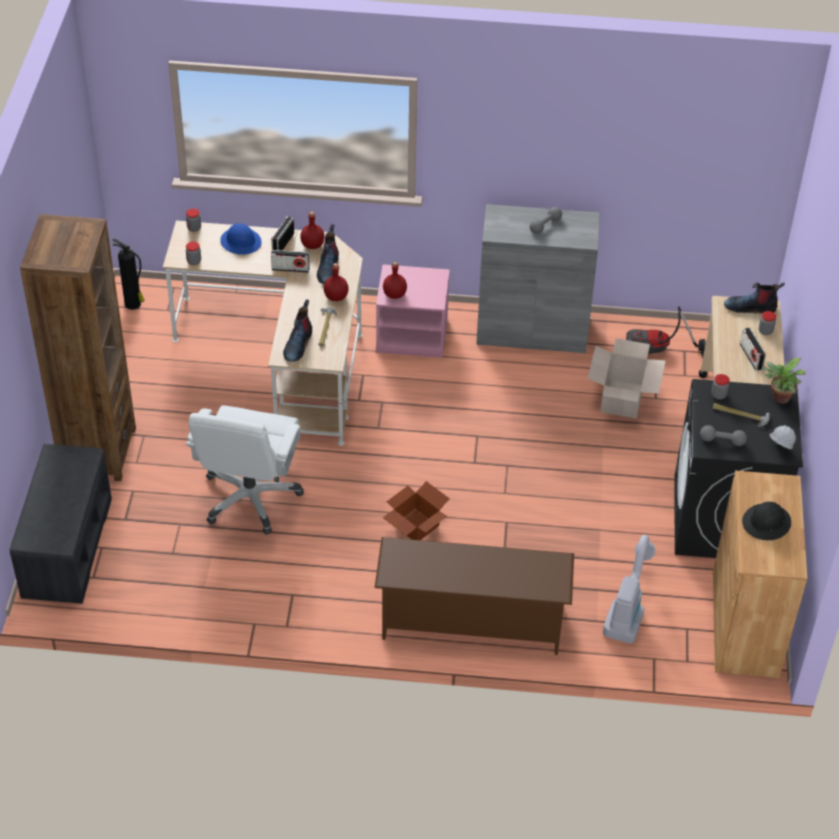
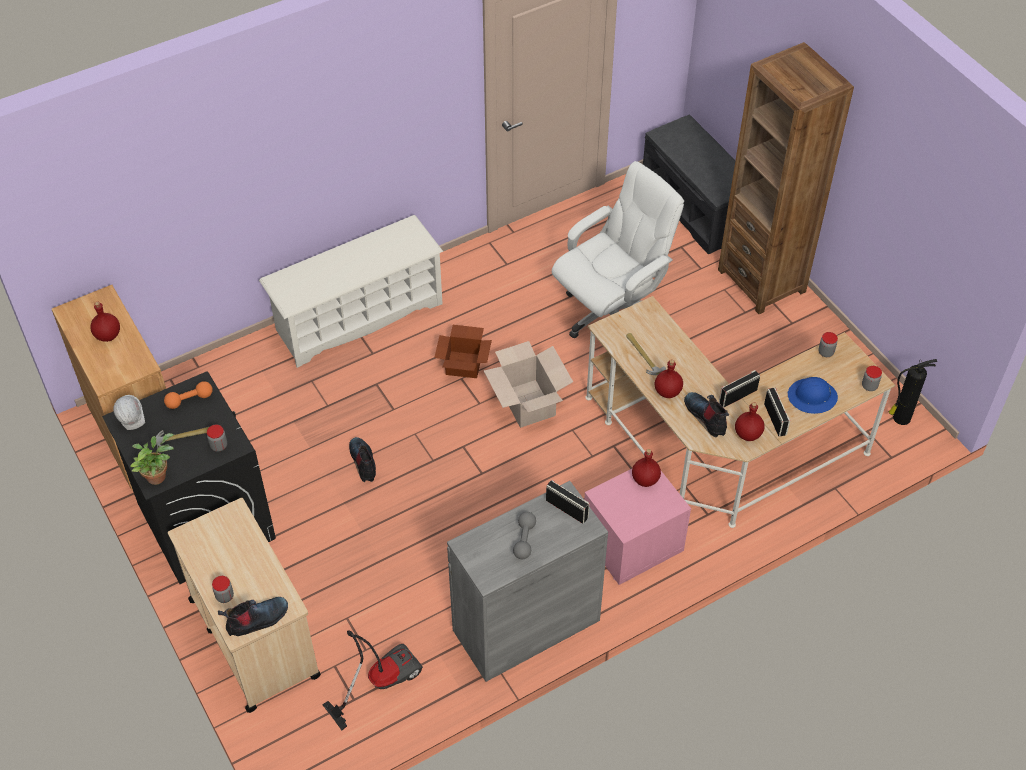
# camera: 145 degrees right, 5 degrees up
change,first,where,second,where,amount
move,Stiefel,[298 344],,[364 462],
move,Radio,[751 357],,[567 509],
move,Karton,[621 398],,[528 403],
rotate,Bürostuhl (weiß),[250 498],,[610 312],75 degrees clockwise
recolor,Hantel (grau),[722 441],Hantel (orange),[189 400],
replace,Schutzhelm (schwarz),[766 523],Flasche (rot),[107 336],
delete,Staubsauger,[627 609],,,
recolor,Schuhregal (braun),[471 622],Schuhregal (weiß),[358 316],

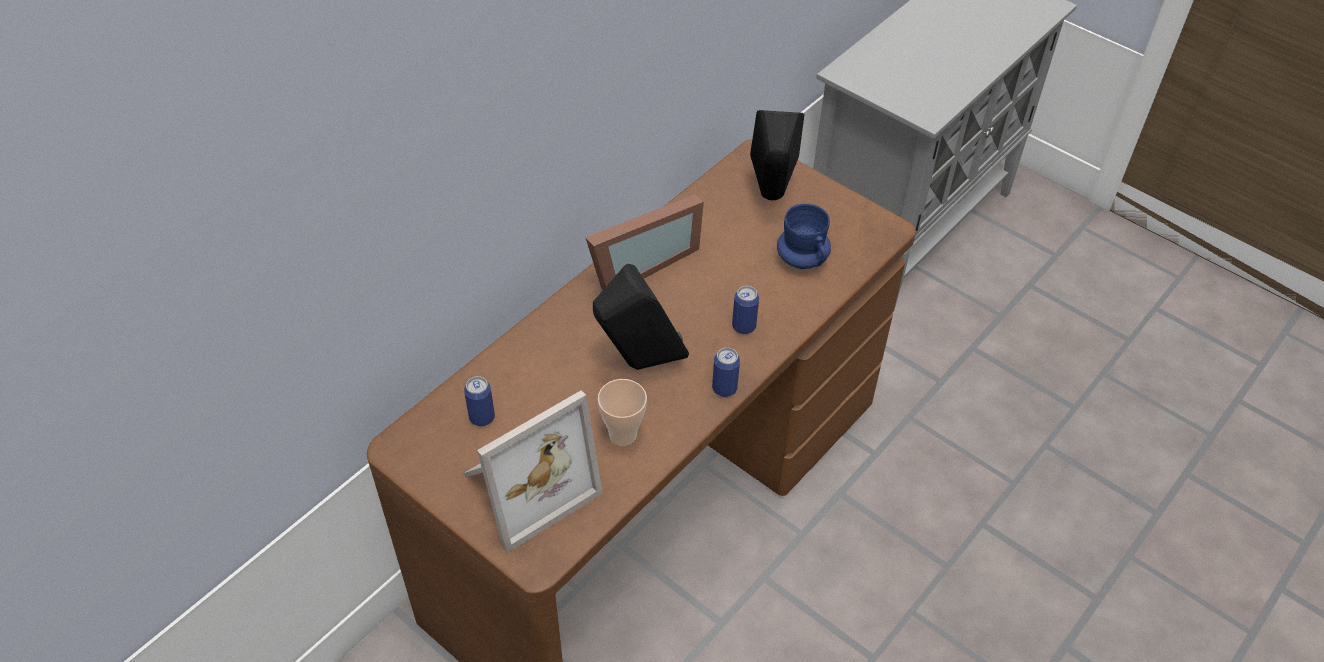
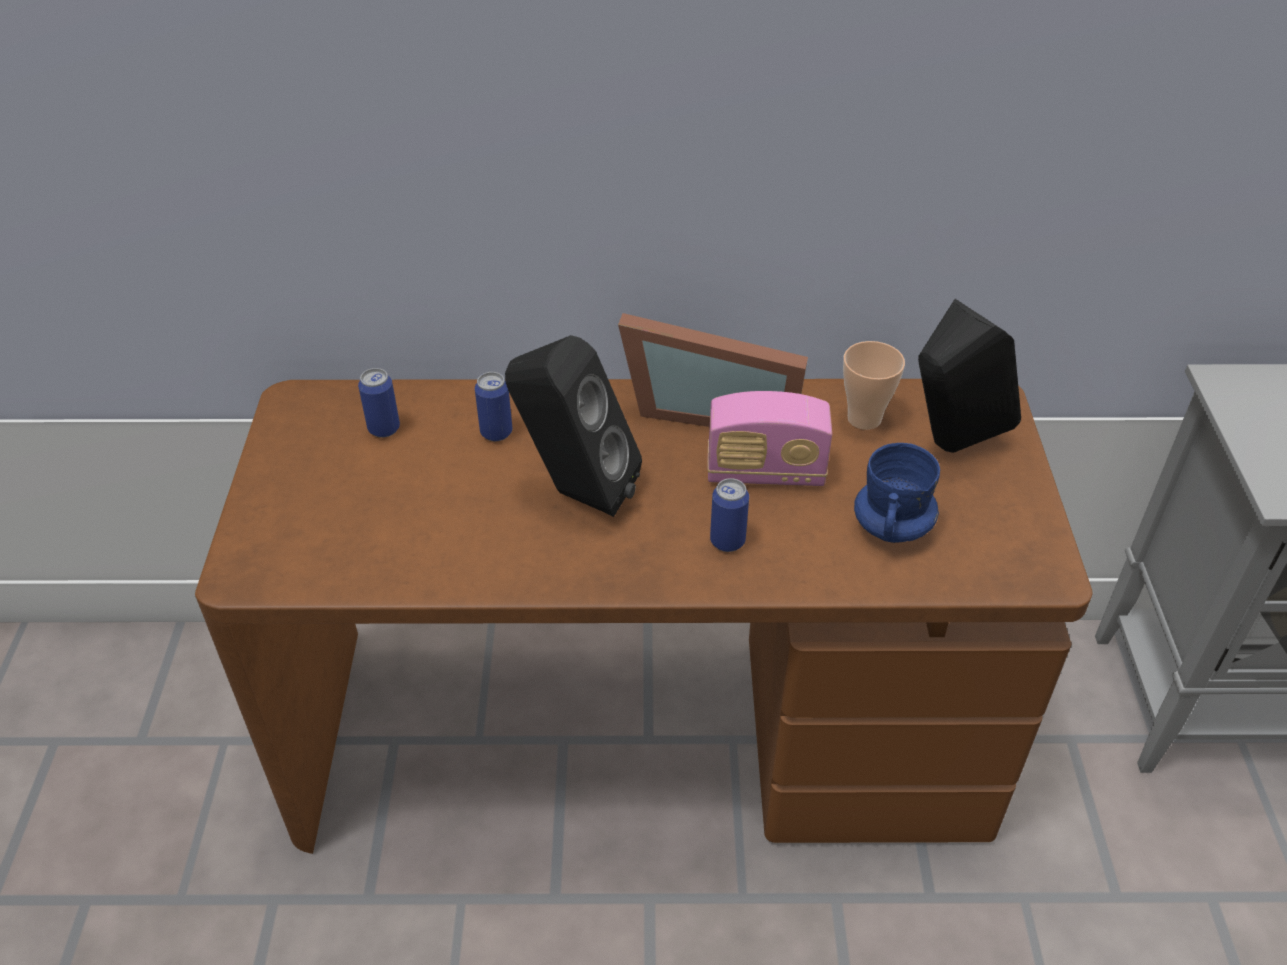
# camera: 50 degrees right, 5 degrees down
change,first,where,second,where,amount
move,Dose,[724 388],,[496 432],
move,Tasse,[623 435],,[864 418],
delete,Bilderrahmen,[525 485],,,
insert,,,Radio,[765 472],

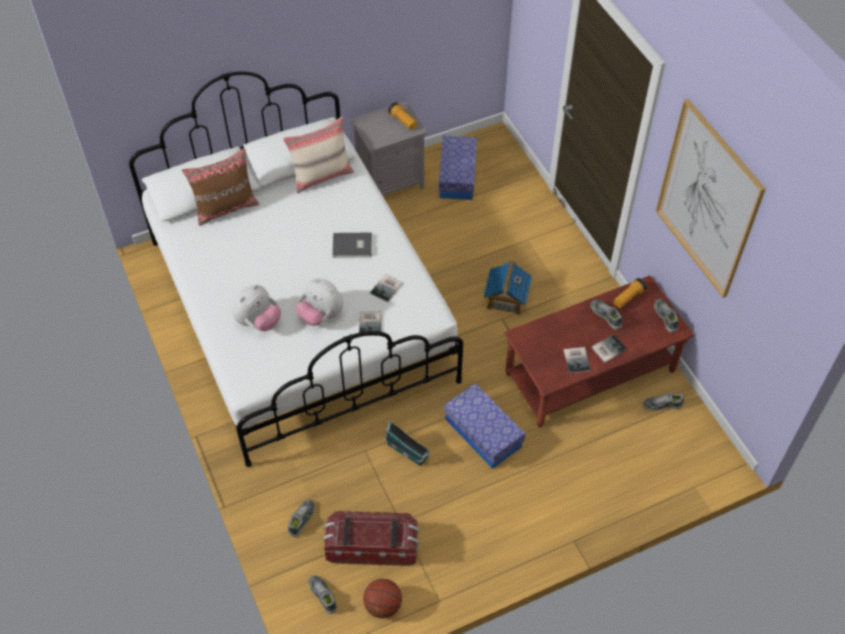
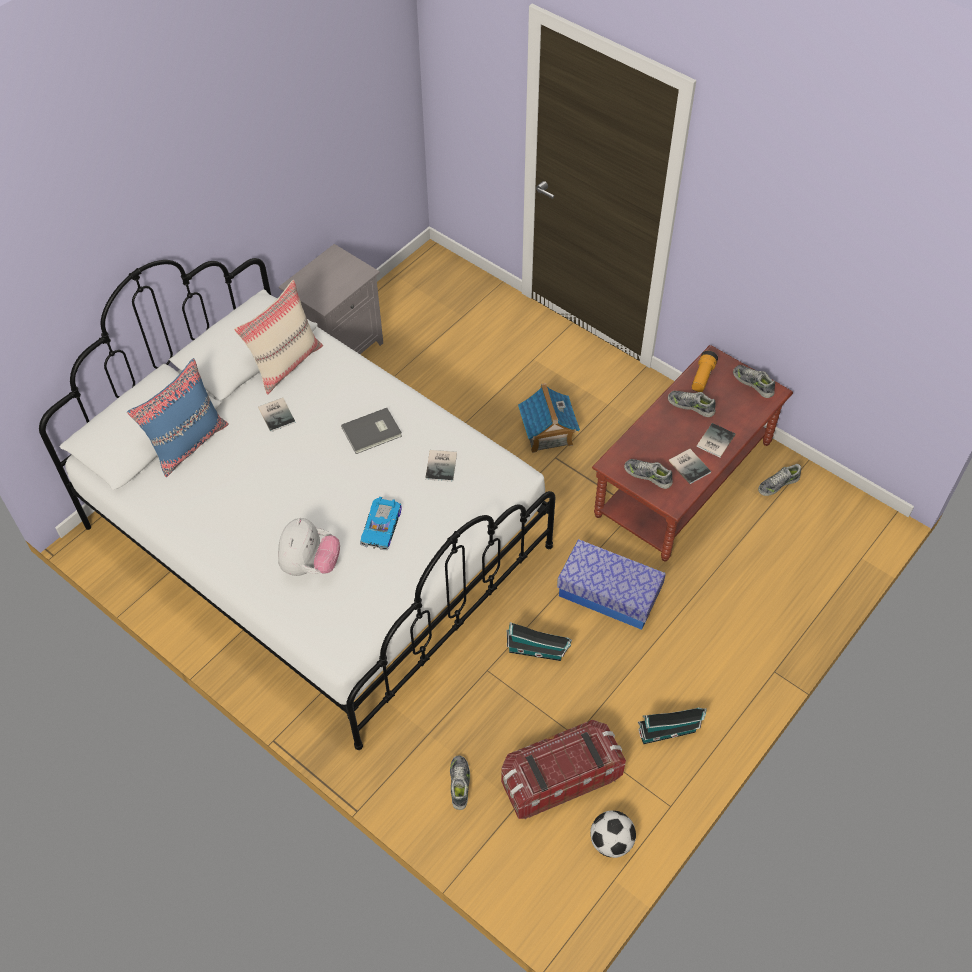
# camera: 25 degrees left, 0 degrees up
change,first,where,second,where,amount
delete,Bild,[707 200],,,
delete,Taschenlampe,[403 121],,,
delete,Aufbewahrungsbox,[457 176],,,
recolor,Kissen (braun),[226 208],Kissen (blau),[188 443],
replace,Plüschtier,[321 315],Spielzeugauto,[382 527],
move,Buch,[371 323],,[277 414],
move,Schuh,[323 595],,[648 475],
replace,Basketball,[383 605],Fußball,[611 841],
insert,,,Spielzeughaus,[669 731],

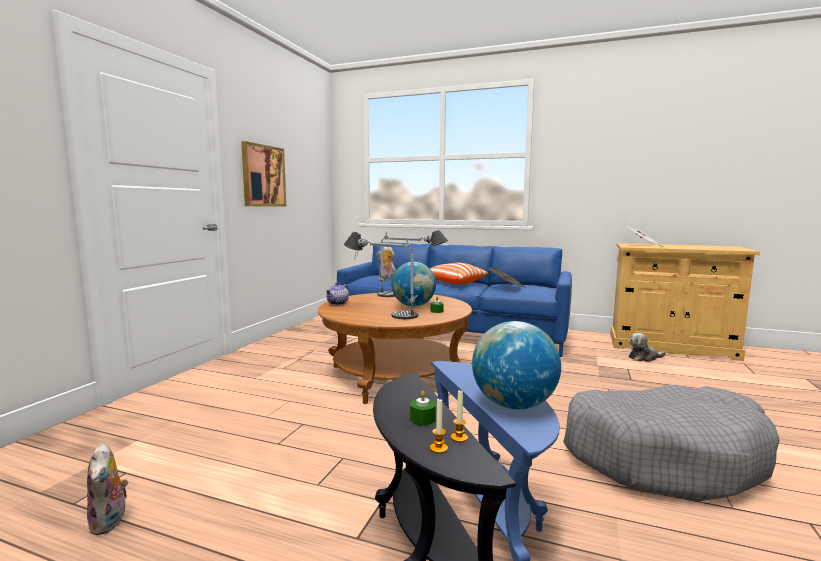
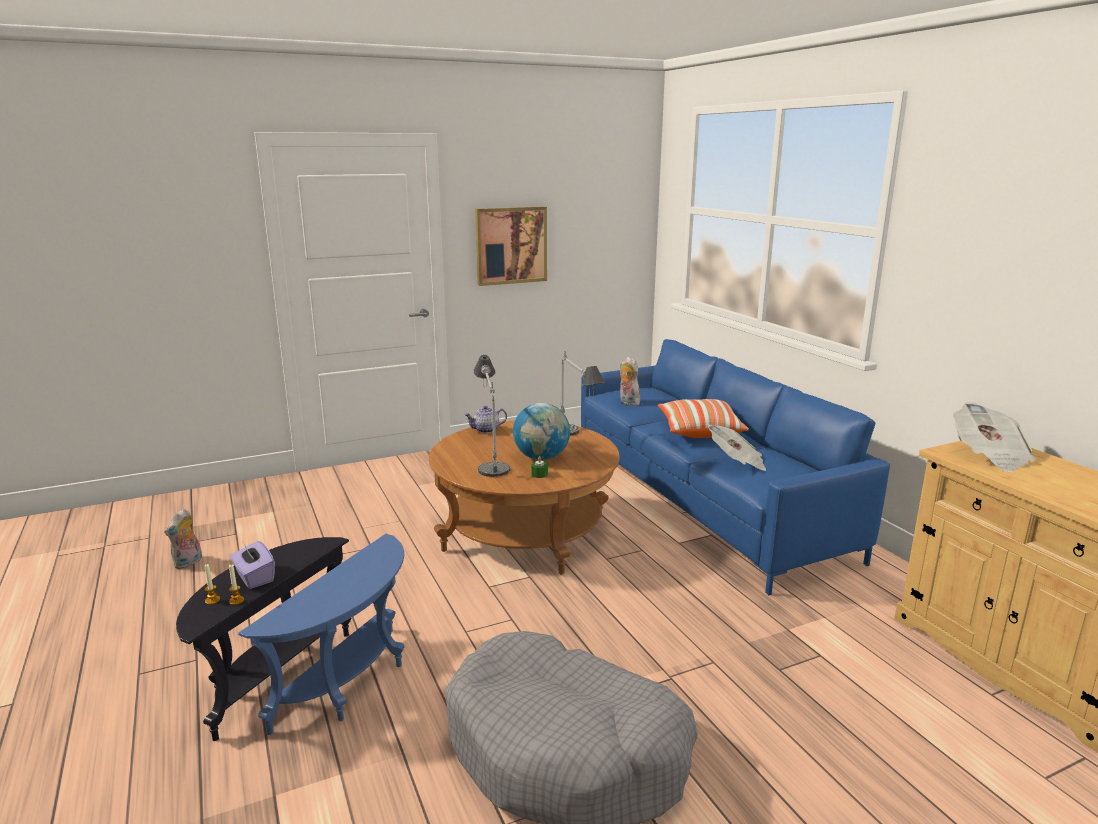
# camera: 45 degrees right, 10 degrees up
change,first,where,second,where,amount
delete,Globus,[513 405],,,
delete,Plüschtier,[644 358],,,
replace,Kerze (grün),[422 419],Taschentuchbox (lila),[254 577],

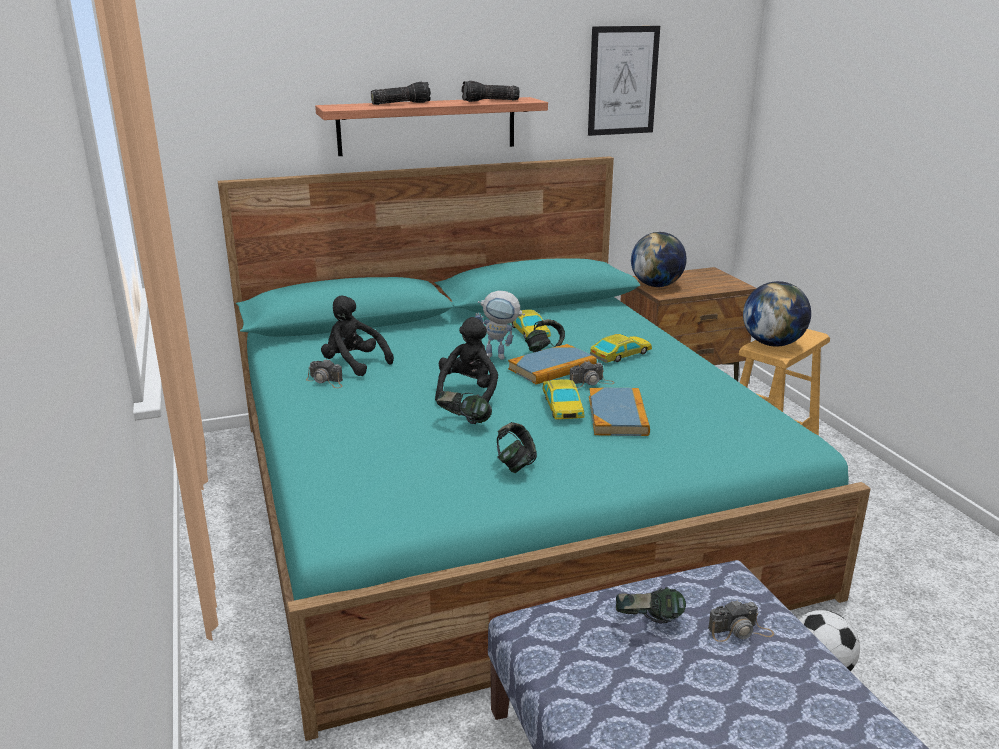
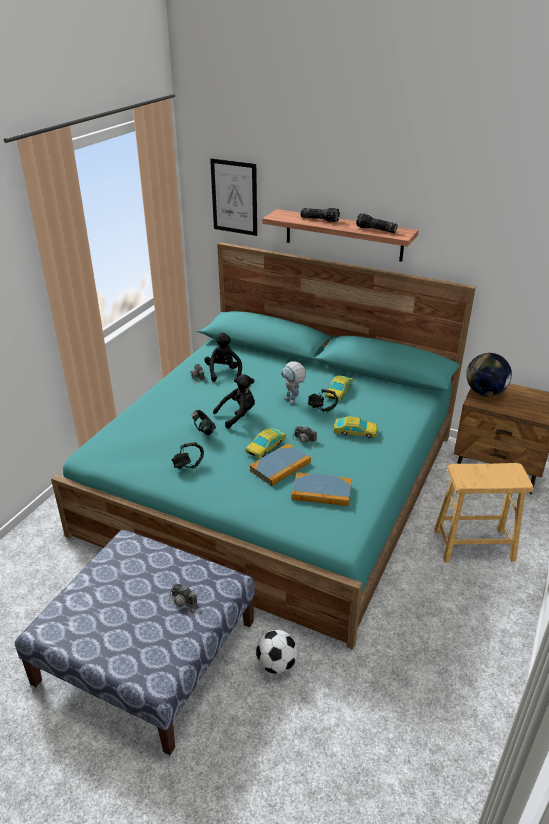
# camera: 45 degrees right, 10 degrees up
change,first,where,second,where,amount
move,Bild,[623 81],,[234 197],
delete,Globus,[772 344],,,
move,Buch,[552 368],,[321 492],
delete,Kopfhörer,[648 623],,,

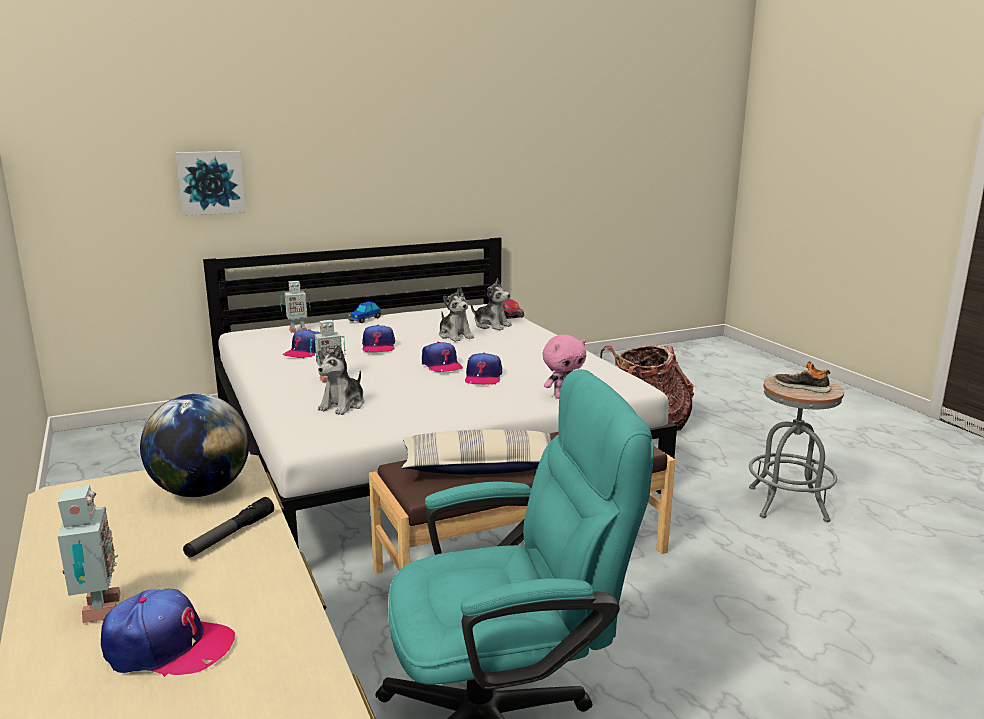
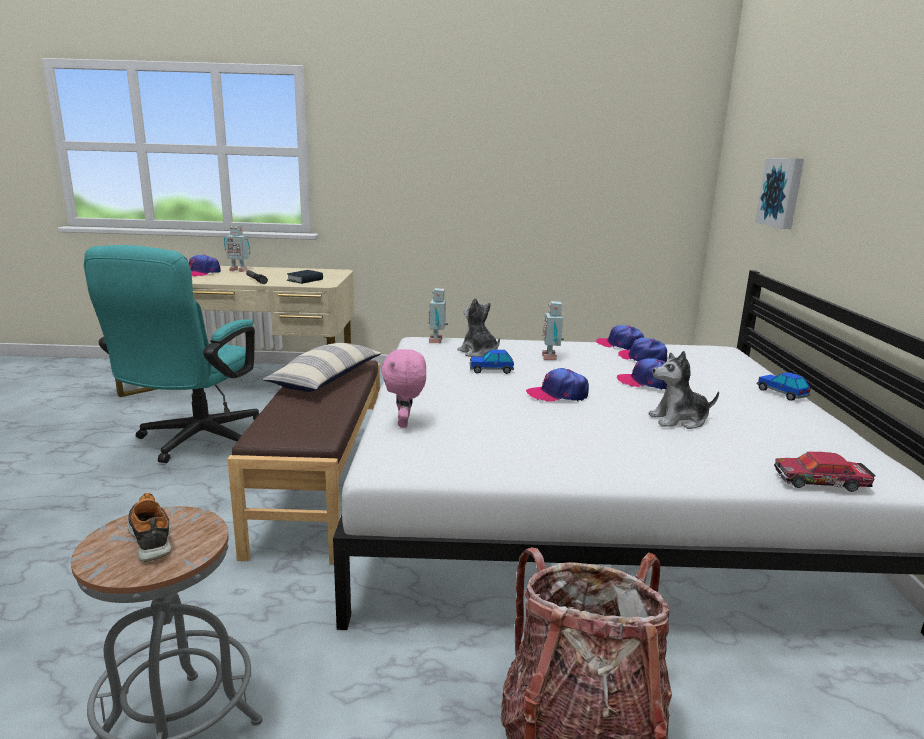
# camera: 115 degrees right, 0 degrees up
change,first,where,second,where,amount
delete,Plüschtier,[491 325],,,
move,Spielzeugroboter,[297 330],,[437 341],
move,Kappe,[483 377],,[620 345],
rotate,Schuh,[802 387],,[151 537],90 degrees counterclockwise
replace,Globus,[201 491],Buch,[305 280],
insert,,,Spielzeugauto,[491 370],

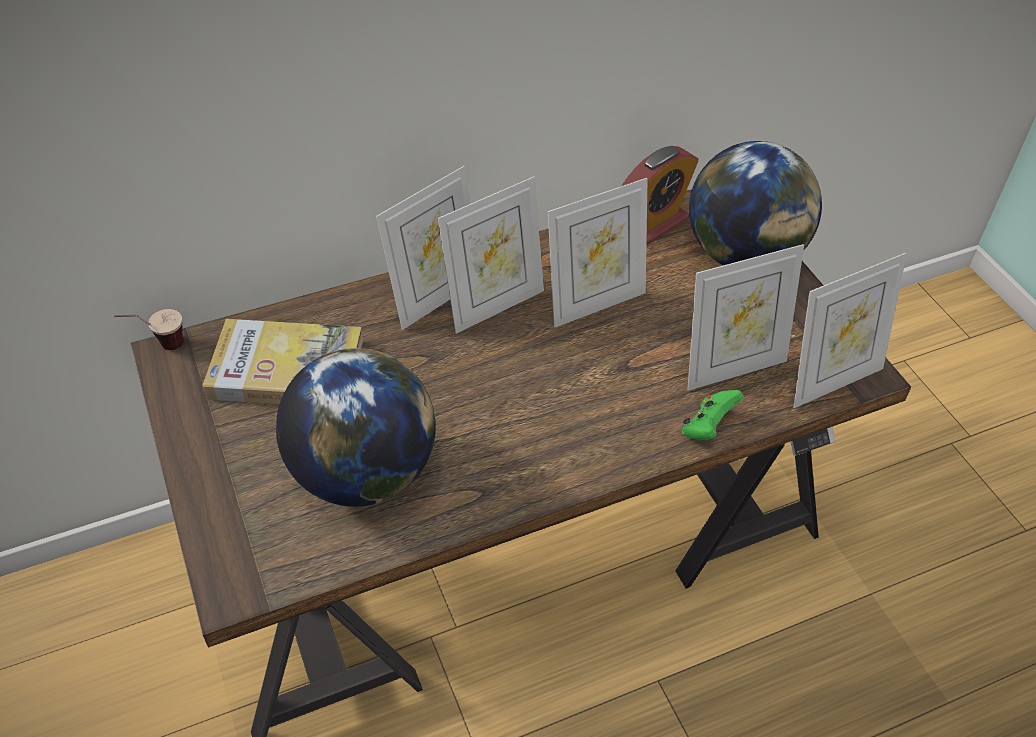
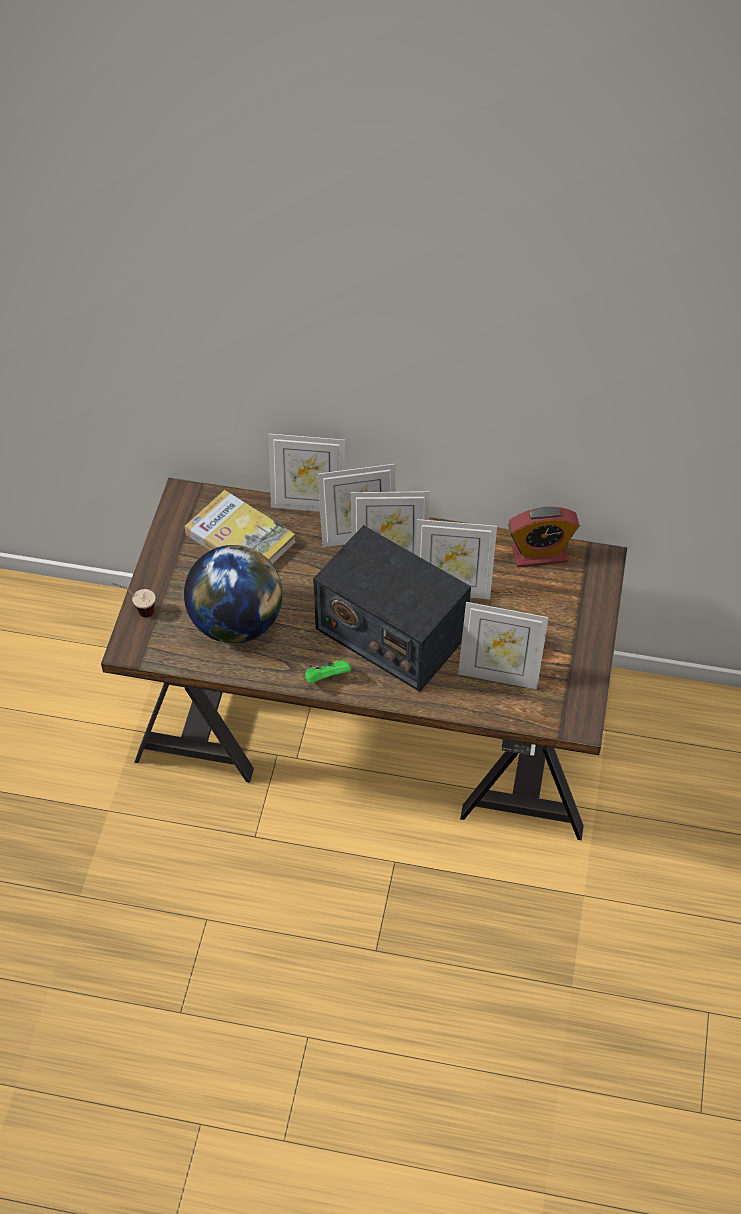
# camera: 35 degrees right, 5 degrees up
change,first,where,second,where,amount
delete,Globus,[743 255],,,
move,Bilderrahmen,[831 380],,[308 504],
move,Tasse,[159 346],,[137 609],
move,Gamepad (grün),[707 427],,[326 678],
insert,,,Radio,[390 632],

